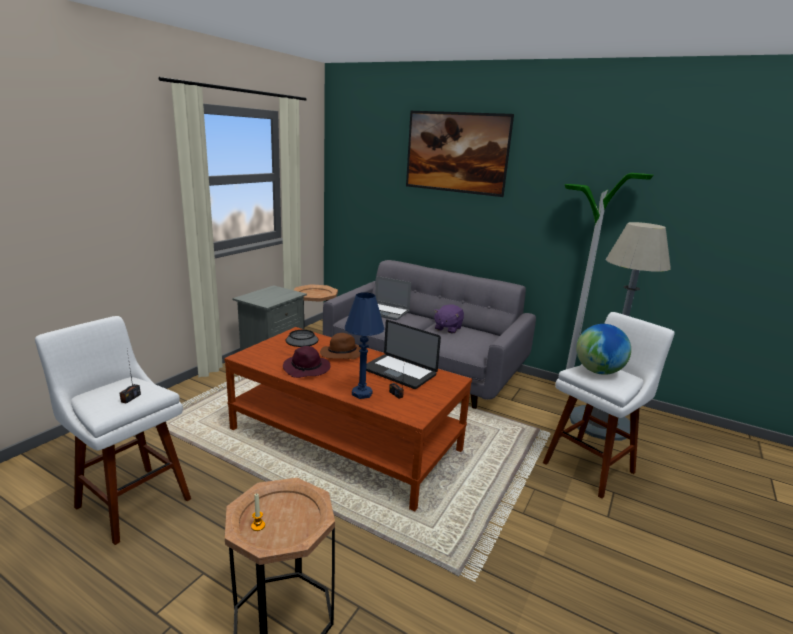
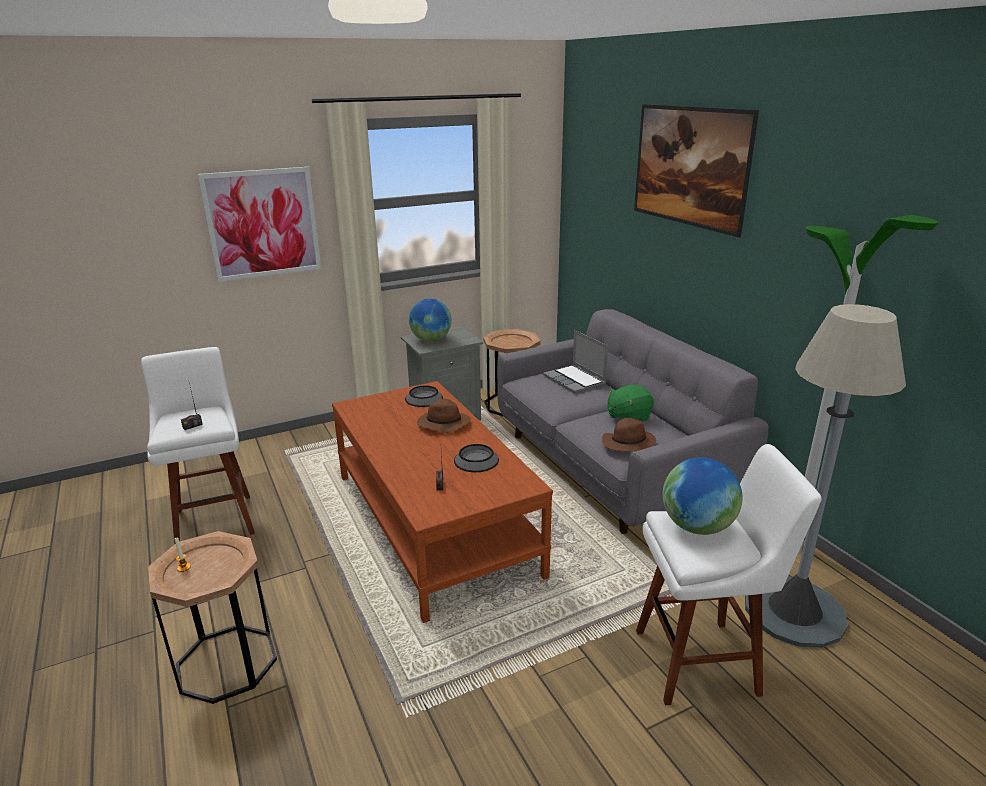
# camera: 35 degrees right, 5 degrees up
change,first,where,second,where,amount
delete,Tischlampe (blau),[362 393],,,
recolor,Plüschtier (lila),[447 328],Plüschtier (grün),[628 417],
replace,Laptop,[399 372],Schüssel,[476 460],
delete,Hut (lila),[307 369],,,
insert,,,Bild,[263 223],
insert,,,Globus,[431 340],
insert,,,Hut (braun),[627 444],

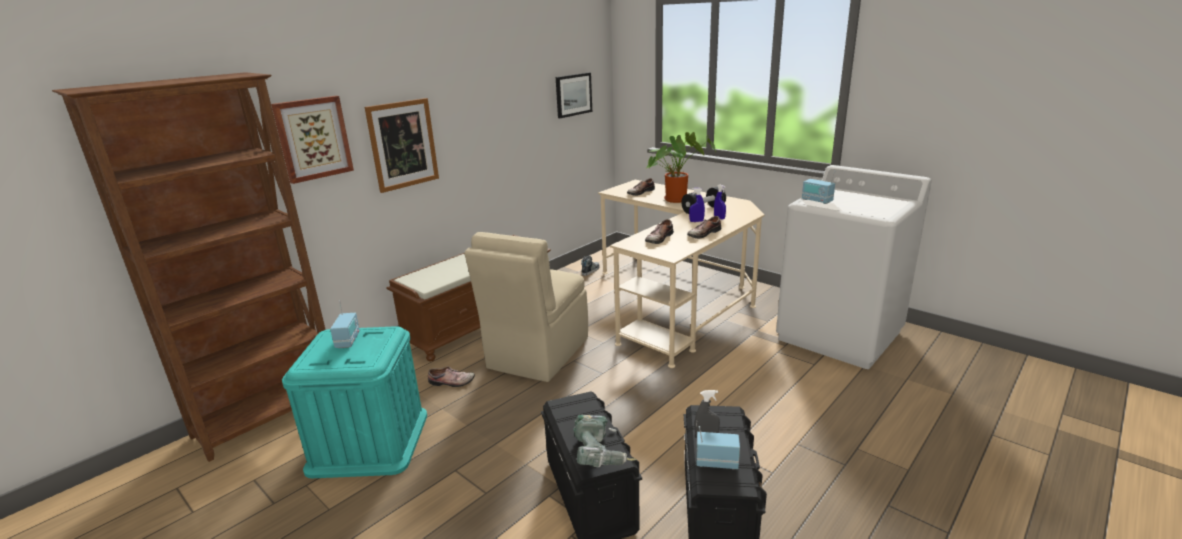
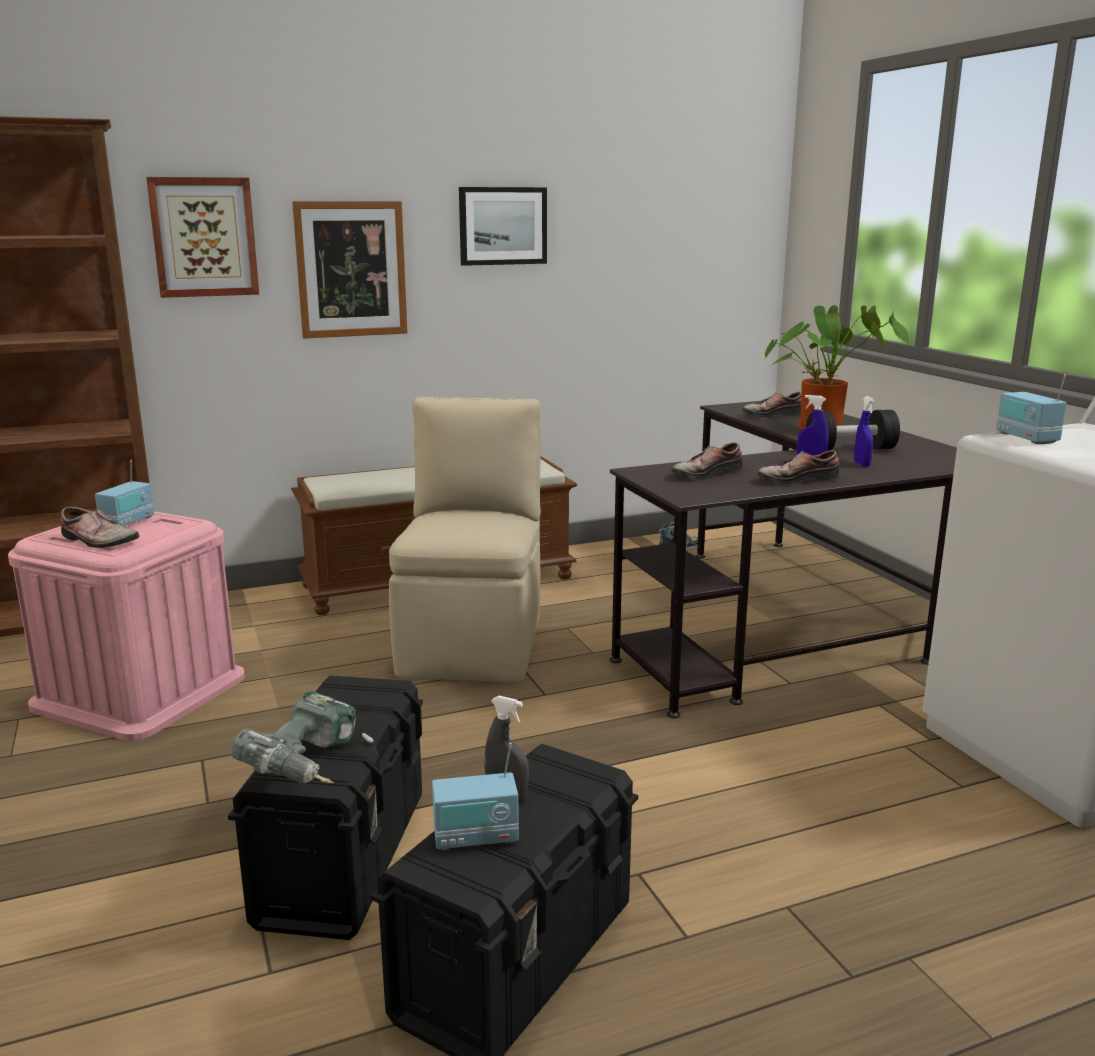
# camera: 25 degrees right, 5 degrees down
change,first,where,second,where,amount
move,Bild,[573 95],,[502 226],
recolor,Schreibtisch (beige),[678 300],Schreibtisch (schwarz),[789 621],
rotate,Stuhl (beige),[537 354],,[473 643],135 degrees clockwise
recolor,Aufbewahrungsbox (türkis),[369 441],Aufbewahrungsbox (rosa),[140 691],
move,Schuh,[451 382],,[97 541],
rotate,Radio,[716 462],,[476 838],135 degrees clockwise

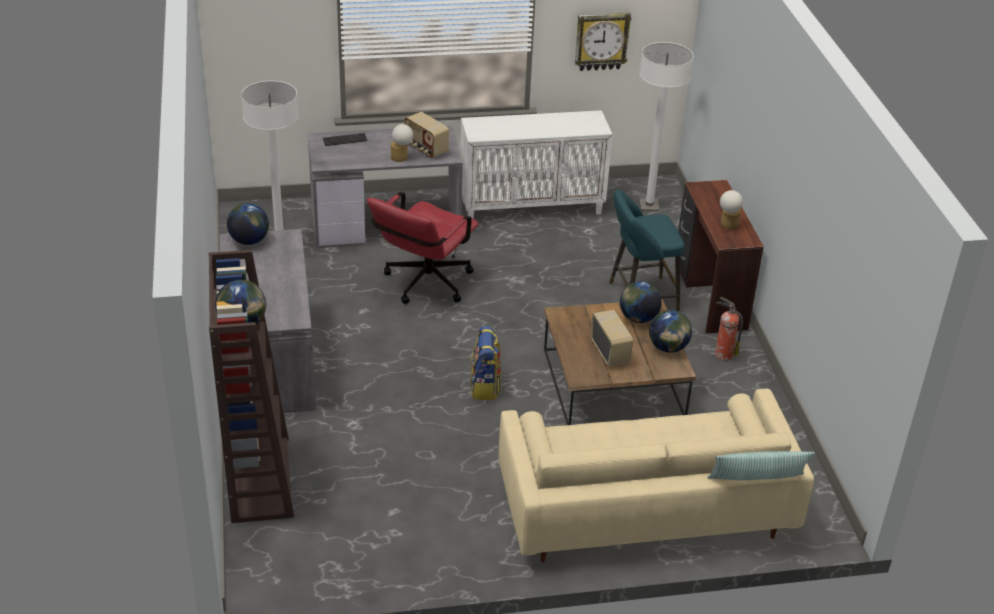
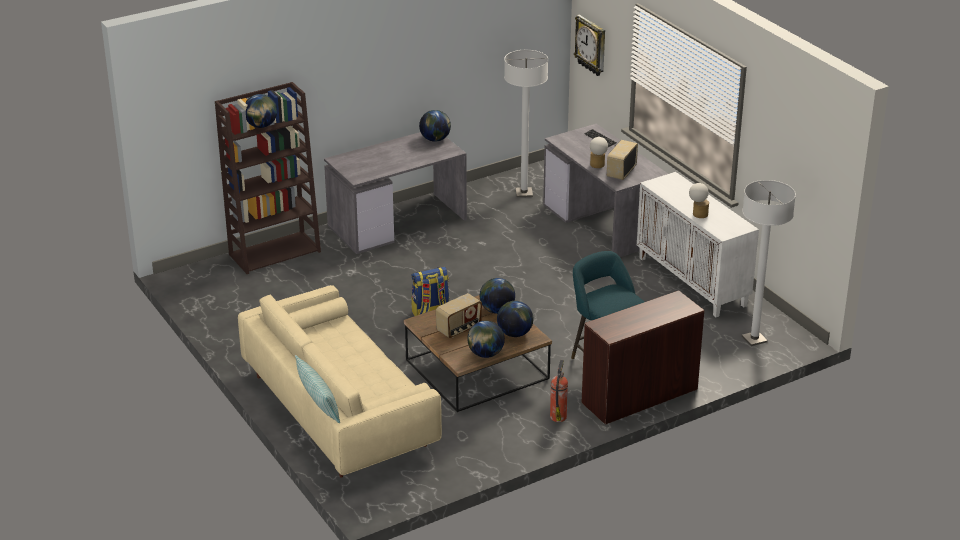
# camera: 70 degrees right, 5 degrees down
change,first,where,second,where,amount
move,Wanduhr,[601 41],,[591 45],
move,Tischlampe,[727 225],,[698 213],
delete,Bürostuhl (rot),[423 285],,,
insert,,,Globus,[497 310],

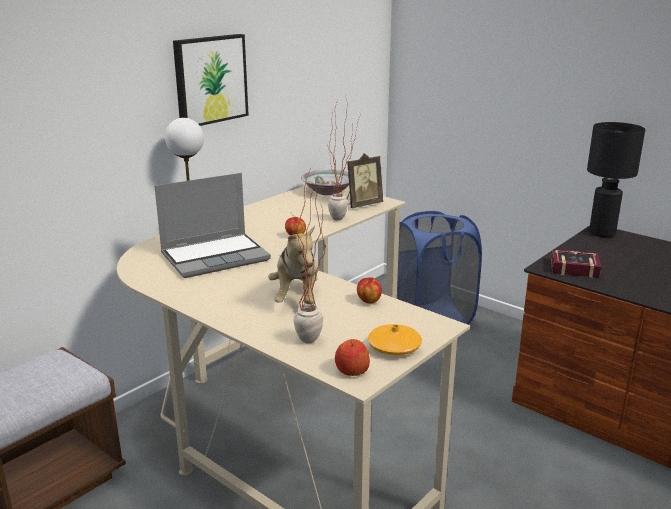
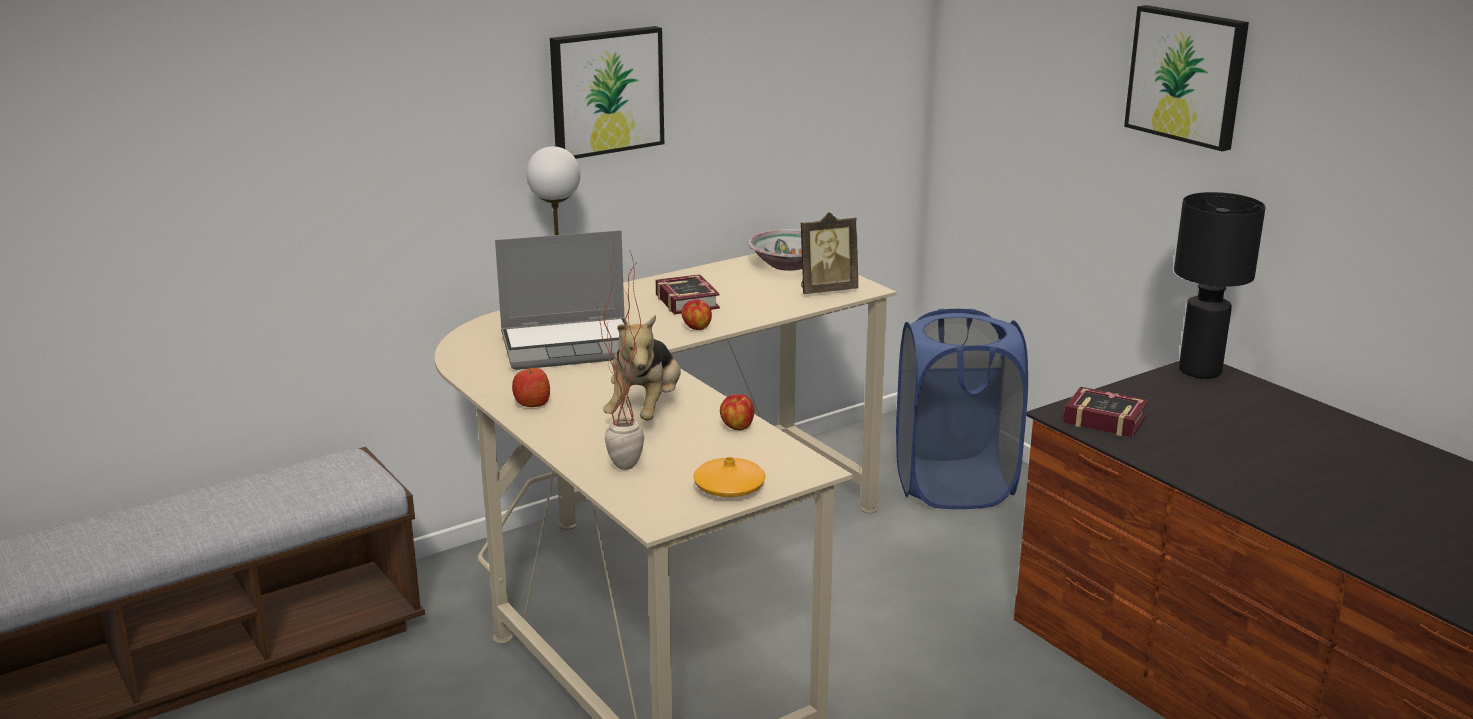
# camera: 15 degrees right, 0 degrees up
change,first,where,second,where,amount
delete,Topfpflanze,[343 220],,,
move,Apfel,[351 371],,[532 403],
insert,,,Bild,[1187 76],
insert,,,Buch,[688 300],

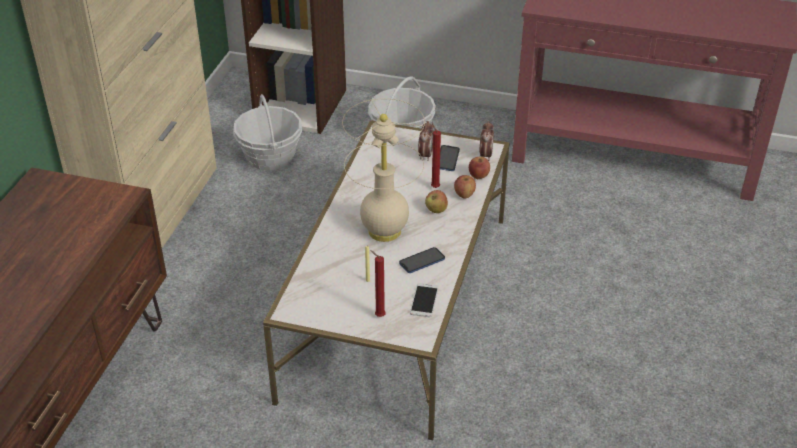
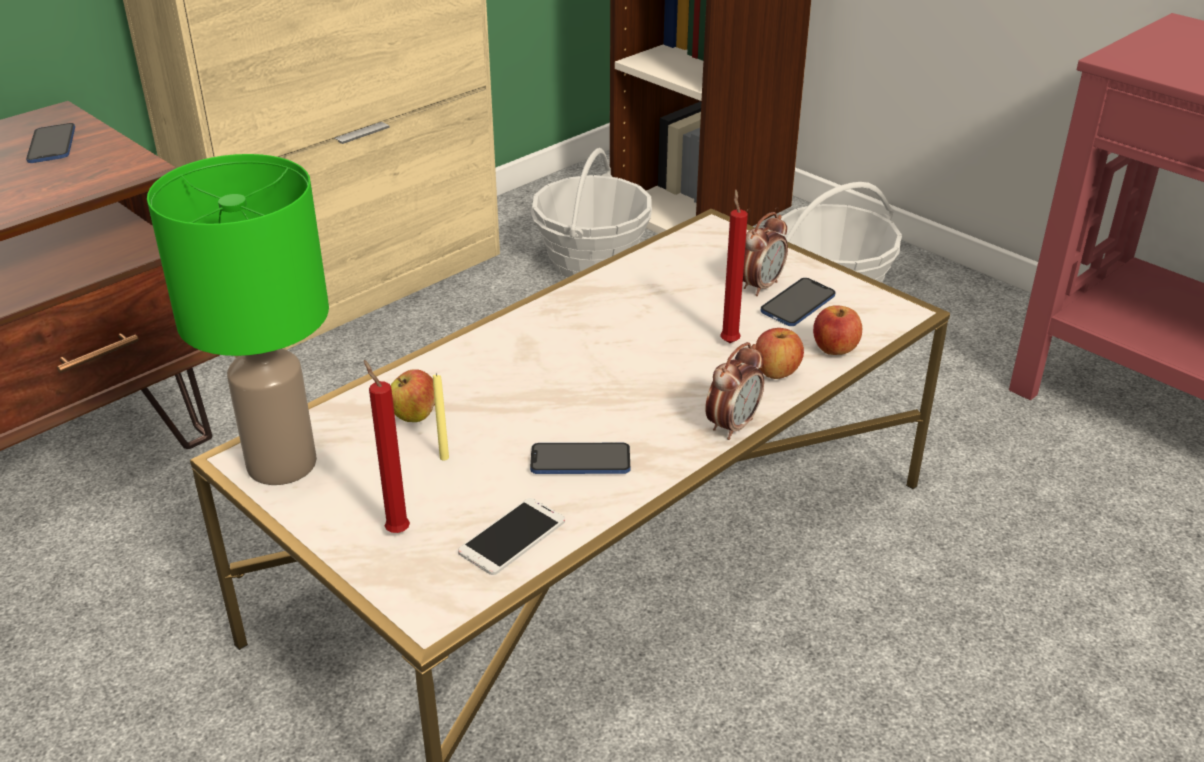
# camera: 30 degrees right, 5 degrees down
change,first,where,second,where,amount
delete,Tischlampe (beige),[384 231],,,
move,Wecker,[485 155],,[732 426],
move,Apfel,[436 210],,[415 416],
insert,,,Handy,[52 145],
insert,,,Tischlampe (grün),[284 463],

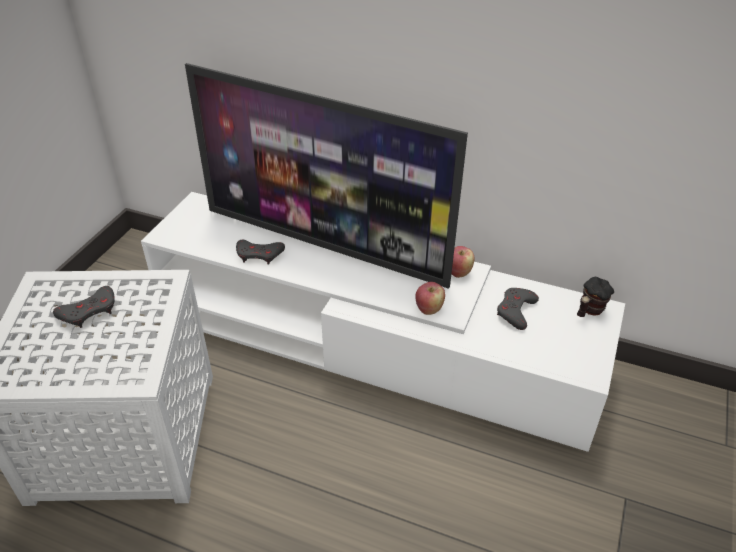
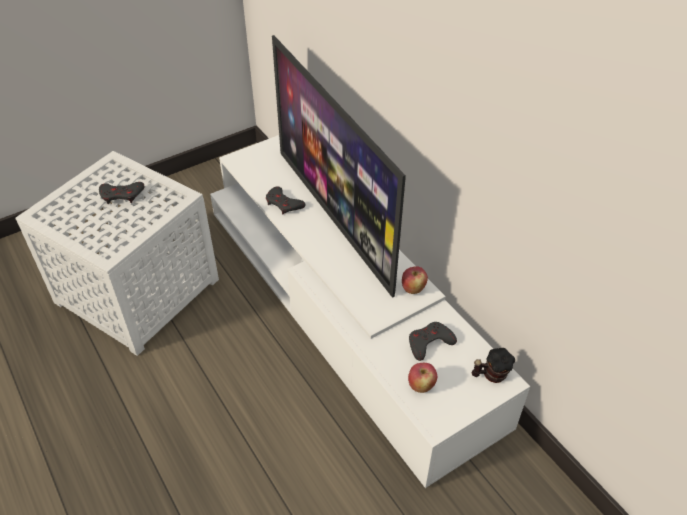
# camera: 35 degrees right, 5 degrees up
change,first,where,second,where,amount
move,Apfel,[429 309],,[421 386],

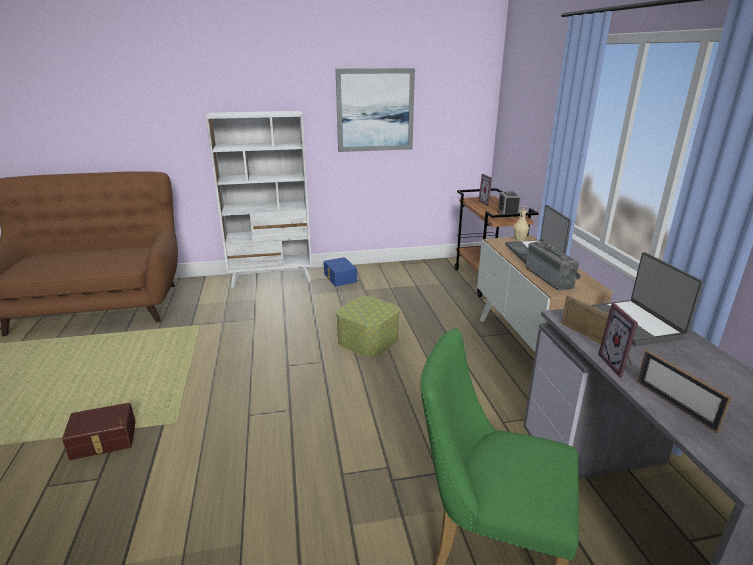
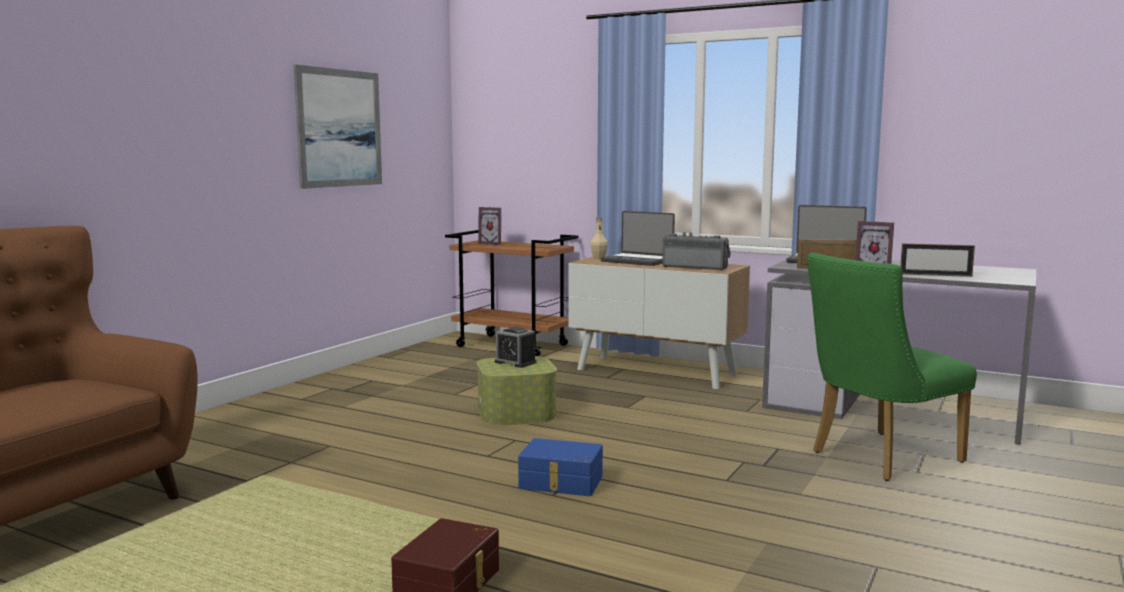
# camera: 50 degrees left, 15 degrees down
change,first,where,second,where,amount
delete,Bücherregal (weiß),[272 278],,,
move,Wecker,[507 213],,[515 362],
move,Aufbewahrungsbox (blau),[339 278],,[560 483],

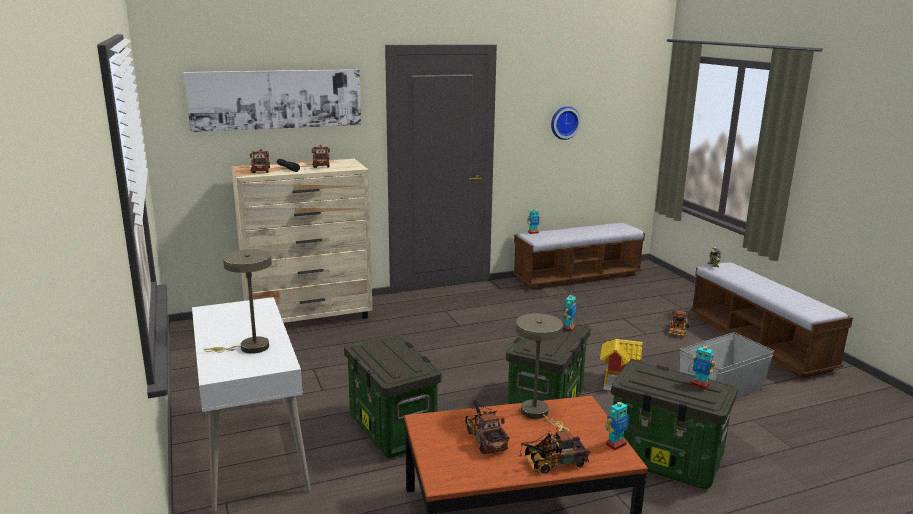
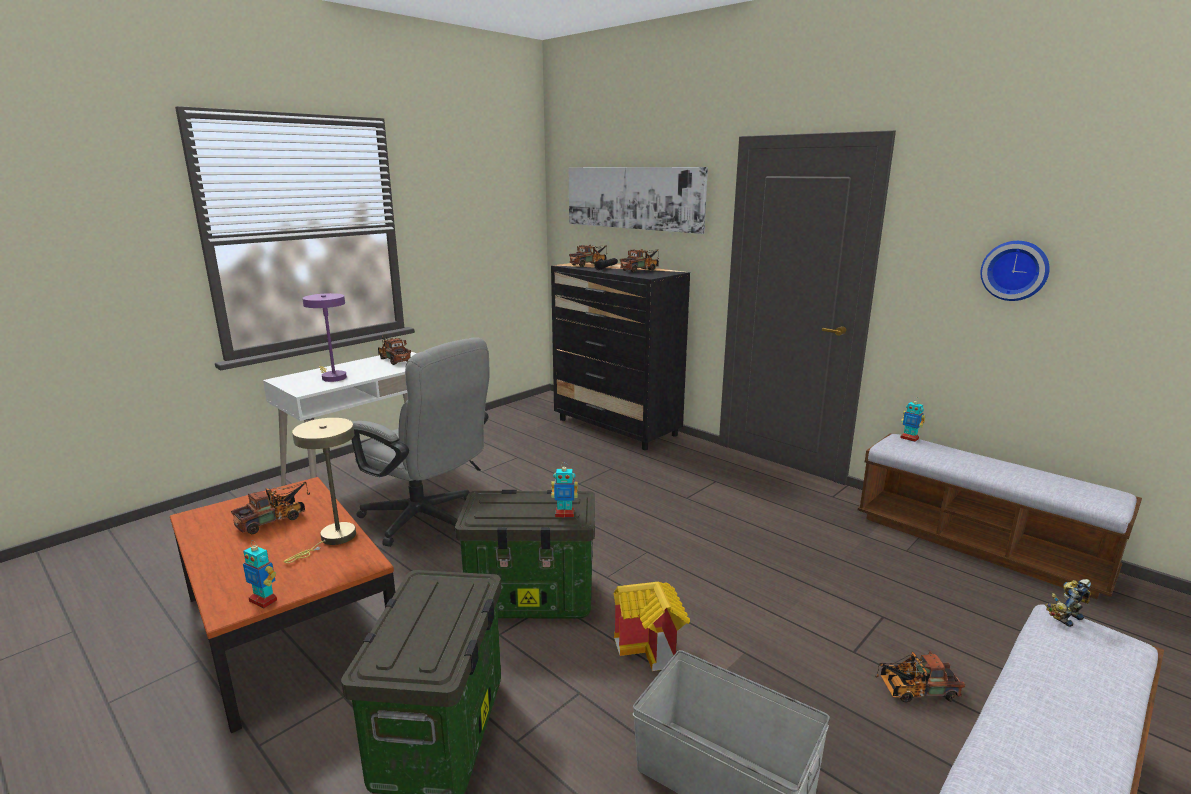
# camera: 65 degrees right, 0 degrees up
change,first,where,second,where,amount
recolor,Kommode (beige),[309 316],Kommode (schwarz),[616 427],
recolor,Tischlampe (beige),[249 348],Tischlampe (lila),[332 377],
replace,Aufbewahrungsbox,[393 430],Bürostuhl (grau),[427 521],
delete,Spielzeugroboter,[700 384],,,
move,Spielzeuglaster,[552 463],,[393 359],

